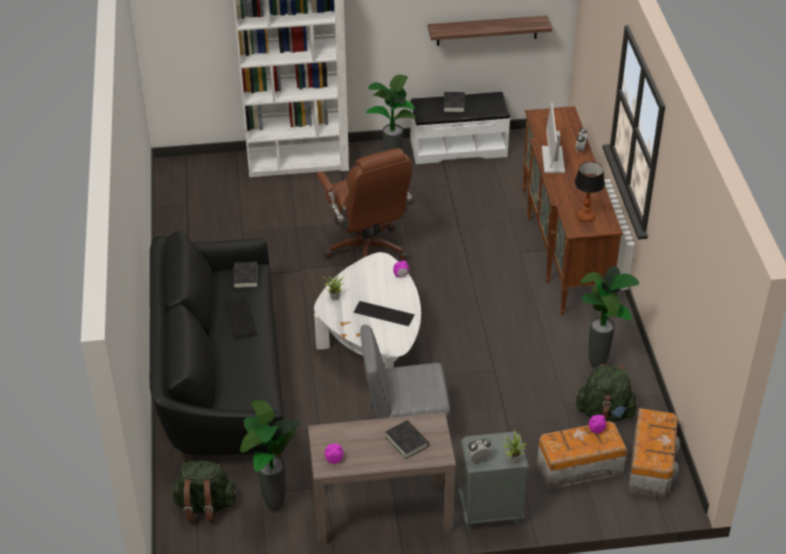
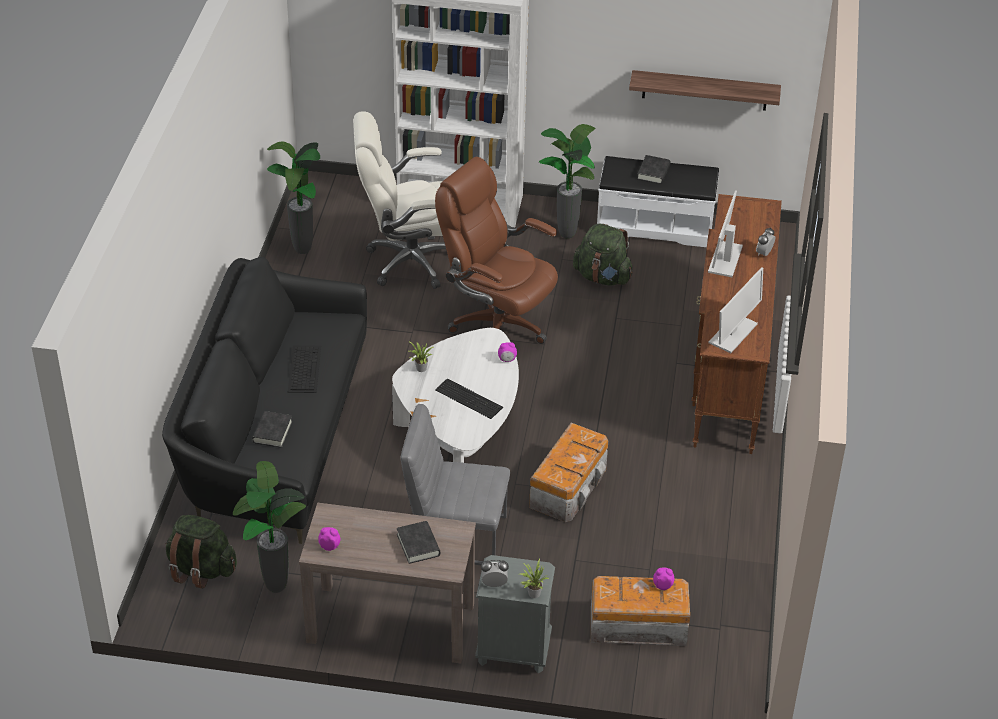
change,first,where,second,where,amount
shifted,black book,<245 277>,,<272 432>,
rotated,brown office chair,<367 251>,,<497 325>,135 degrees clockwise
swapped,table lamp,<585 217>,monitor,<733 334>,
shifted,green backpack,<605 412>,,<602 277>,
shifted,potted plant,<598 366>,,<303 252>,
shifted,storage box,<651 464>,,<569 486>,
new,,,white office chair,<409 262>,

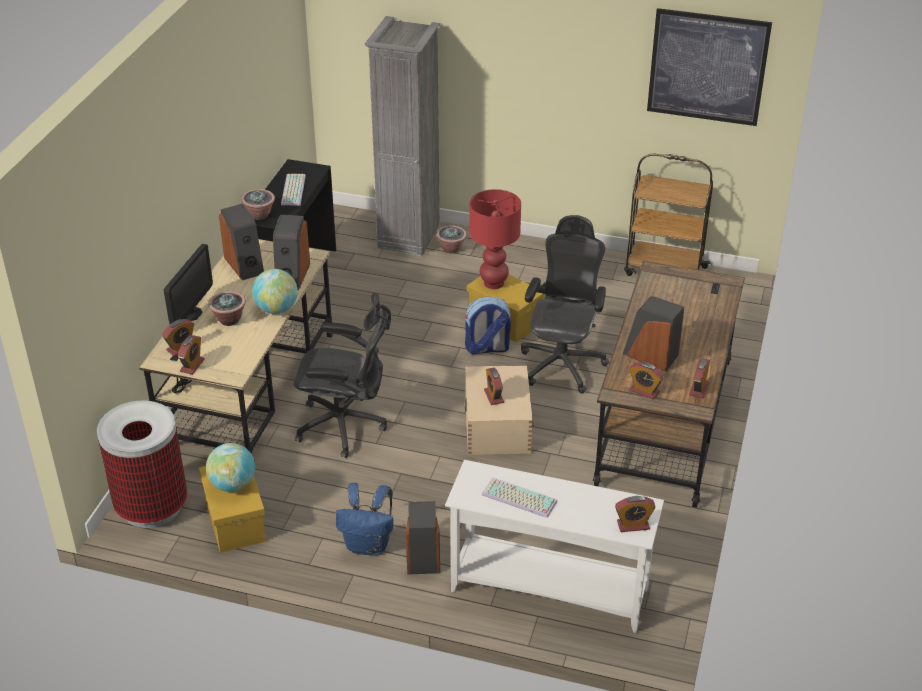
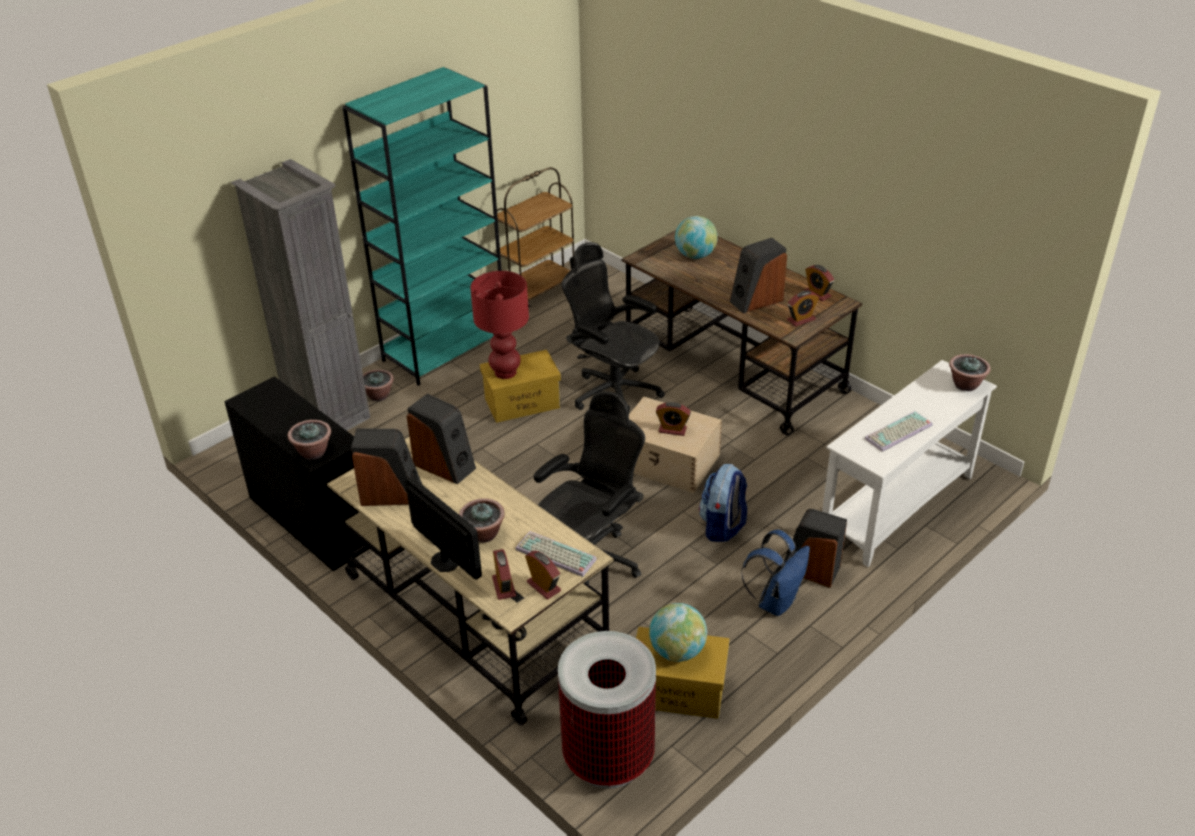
change,first,where,second,where,amount
shifted,globe,<276 309>,,<695 255>,
shifted,keyboard,<292 190>,,<554 555>,
shifted,backpack,<487 348>,,<723 526>,
swapped,alarm clock,<633 525>,potted plant,<965 385>,
gone,picture,<707 67>,,,
new,,,turquoise bookcase,<445 348>,

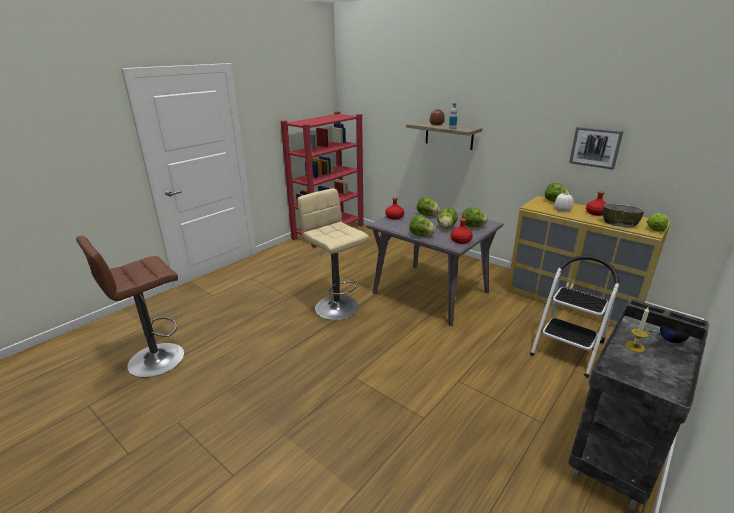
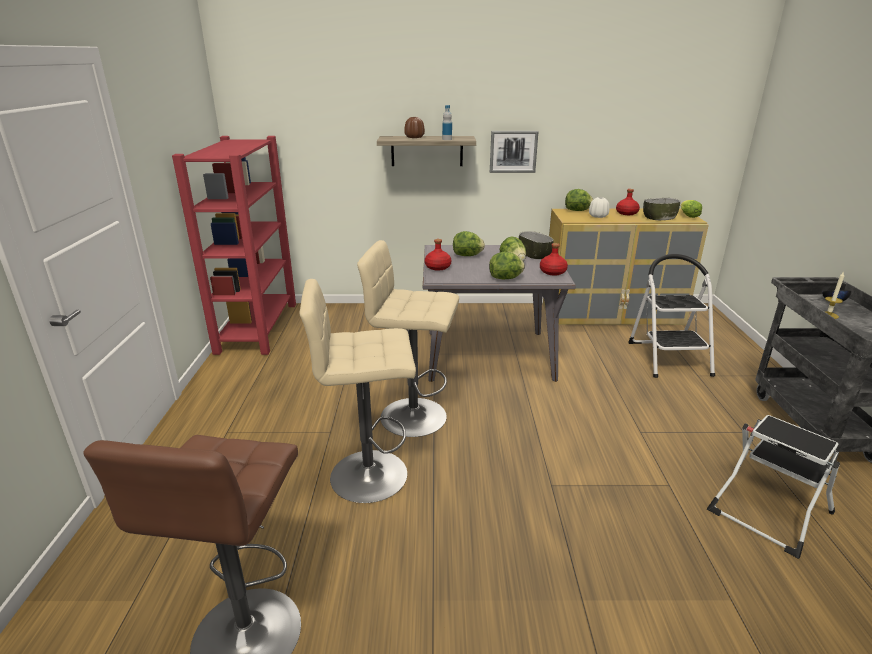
change,first,where,second,where,amount
swapped,lettuce,<473 226>,bowl,<534 255>,
shifted,picture,<595 147>,,<513 151>,
new,,,beige stool,<368 475>,
new,,,step ladder,<768 507>,

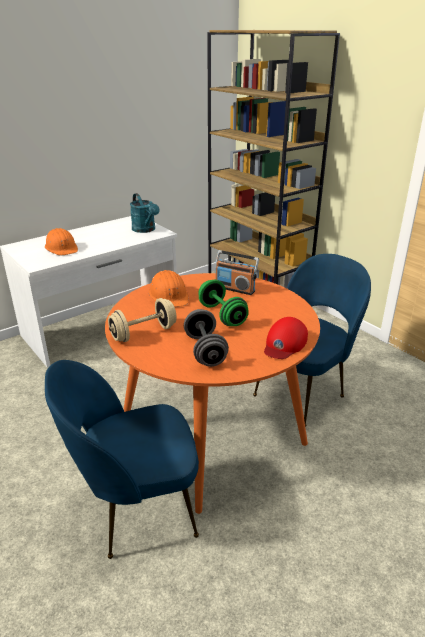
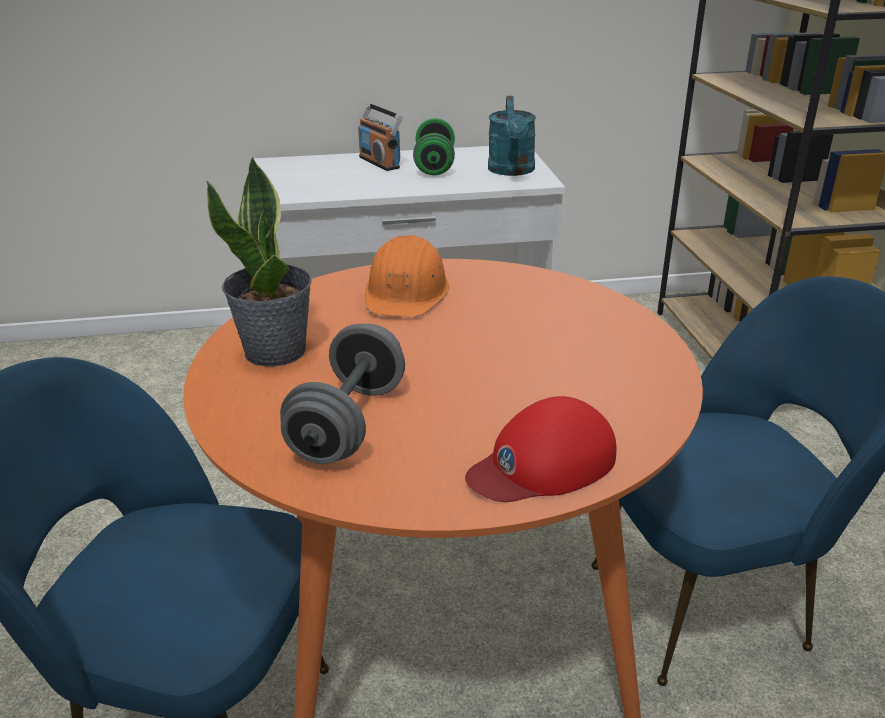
change,first,where,second,where,amount
gone,orange hard hat,<62 248>,,,
swapped,beige dumbbell,<143 333>,potted plant,<276 351>,
shifted,green dumbbell,<222 315>,,<434 166>,
shifted,radio,<235 288>,,<380 162>,

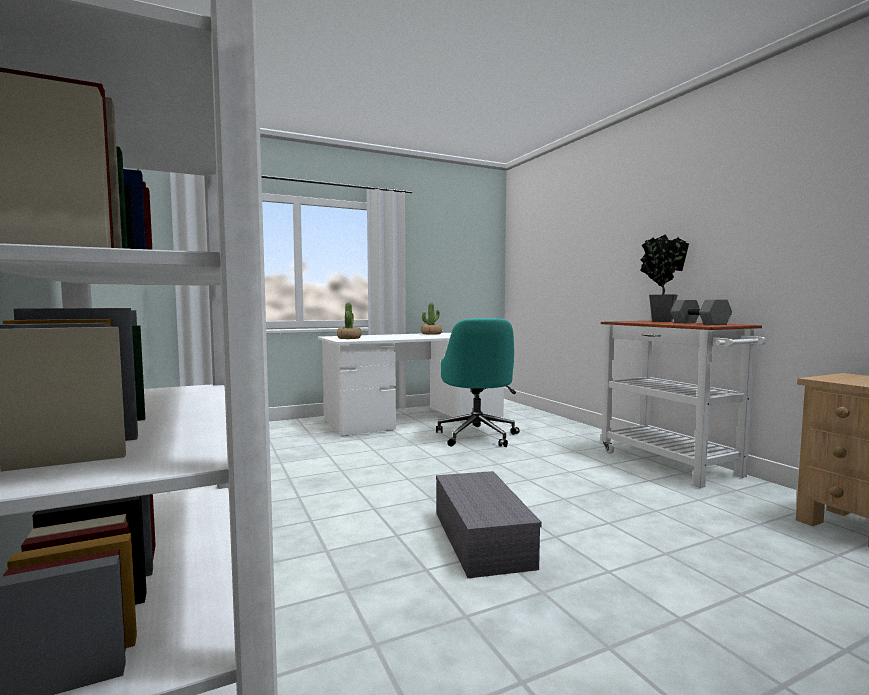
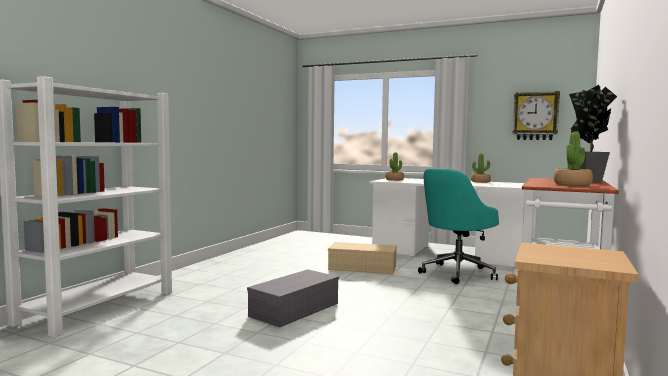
change,first,where,second,where,amount
swapped,grey dumbbell,<700 323>,potted plant,<572 184>,
new,,,beige storage box,<363 268>,
new,,,wall clock,<535 116>,

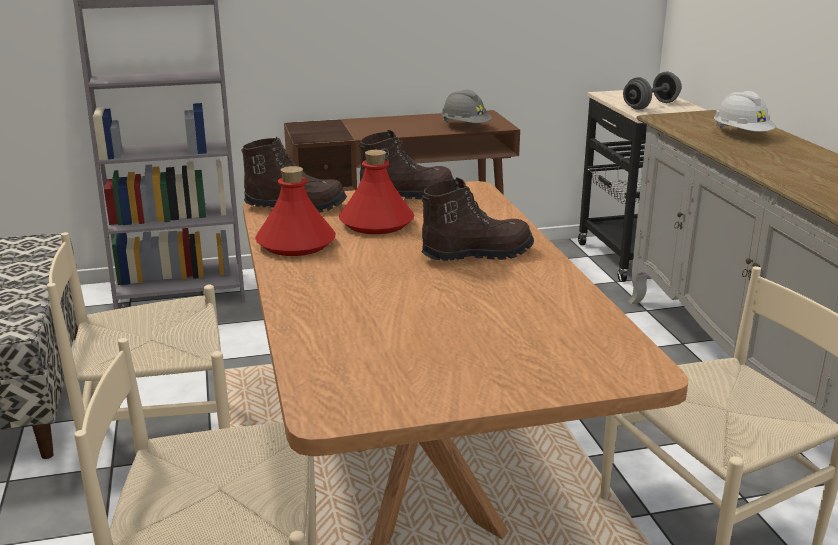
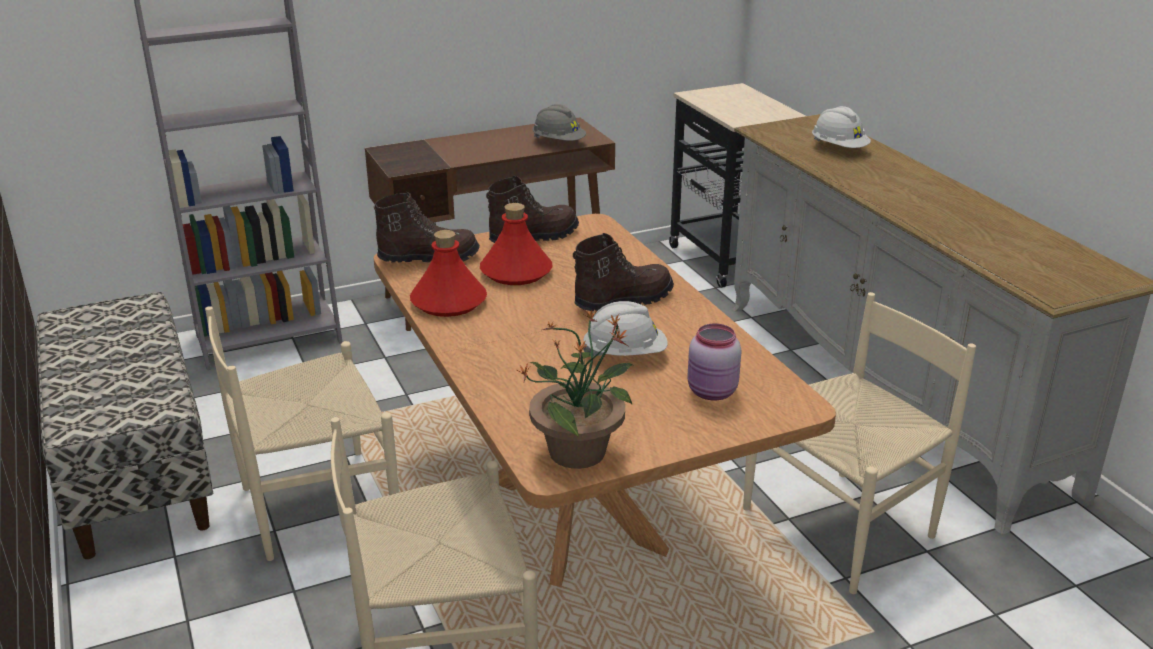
change,first,where,second,where,amount
gone,grey dumbbell,<650 105>,,,
new,,,potted plant,<579 451>,
new,,,white hard hat,<625 354>,
new,,,pink jar,<712 393>,

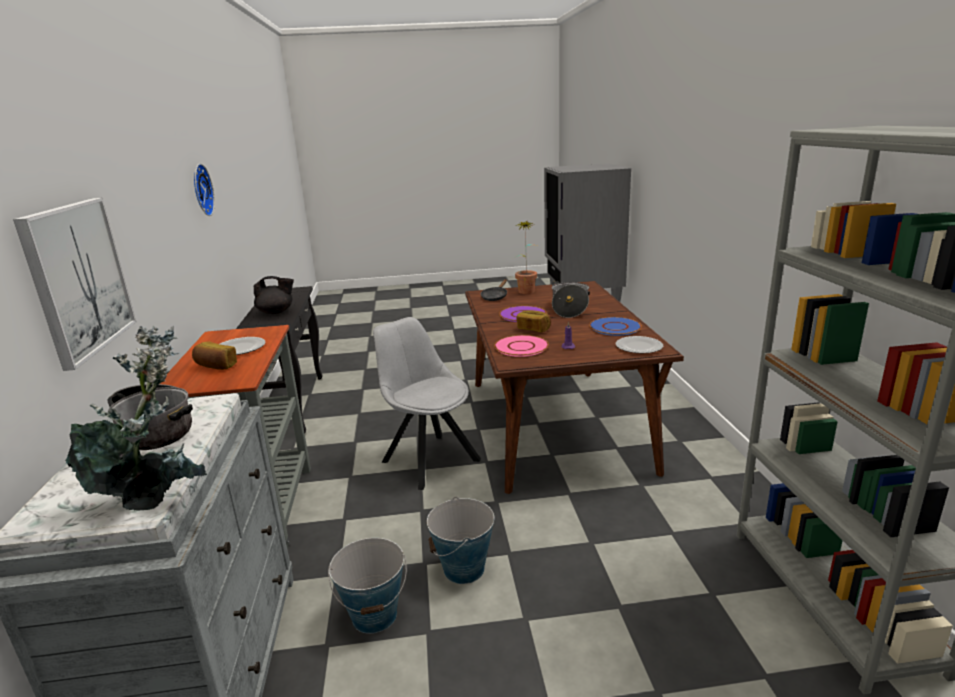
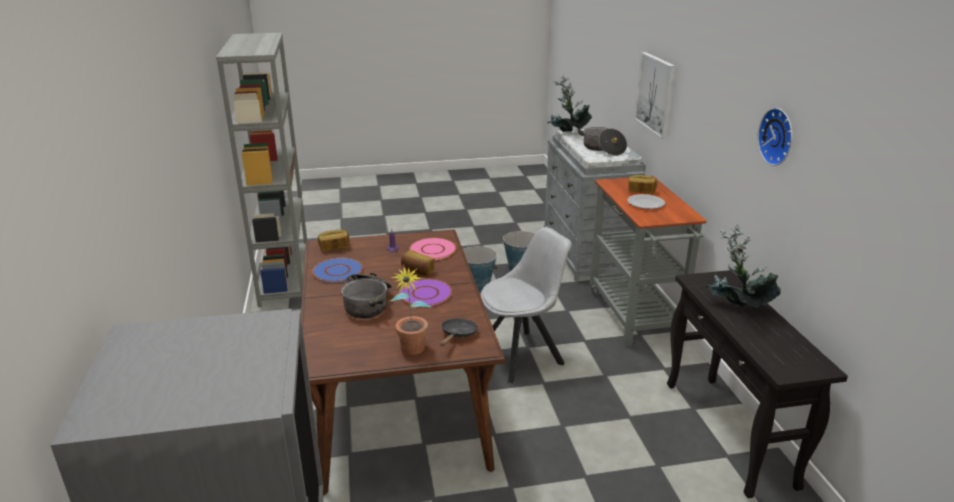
change,first,where,second,where,amount
swapped,black teapot,<276 312>,potted plant,<736 309>,
rotated,grey chair,<429 460>,,<521 355>,75 degrees counterclockwise
swapped,plate,<638 347>,bread,<334 247>,

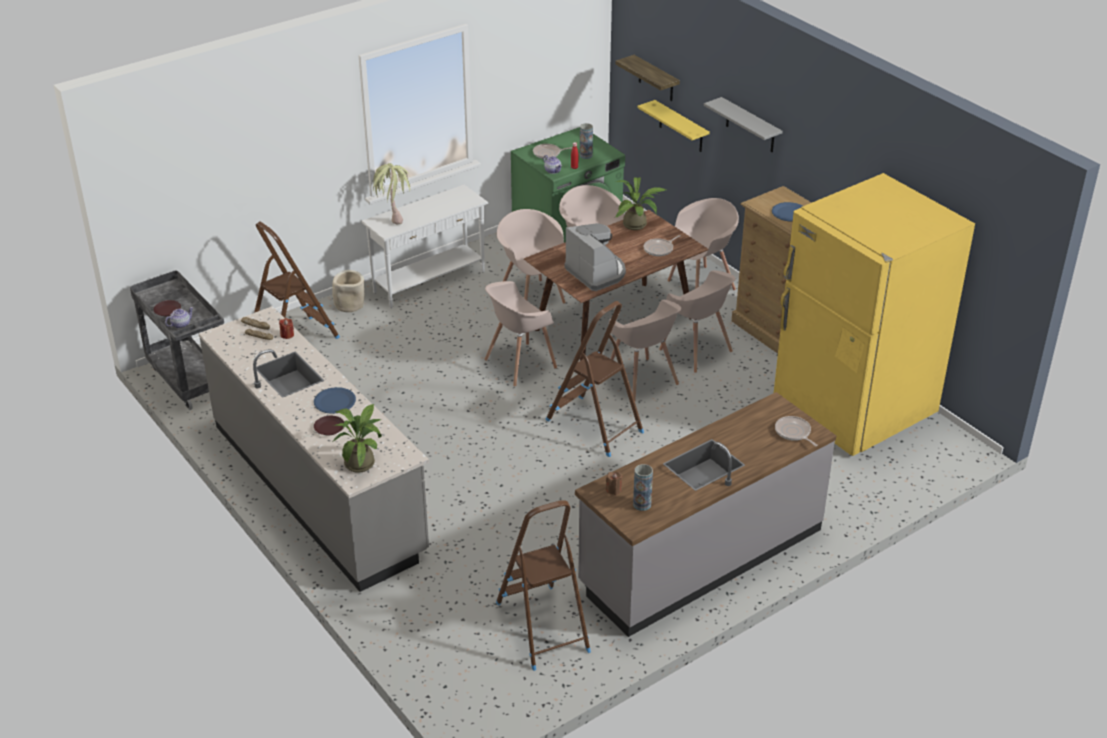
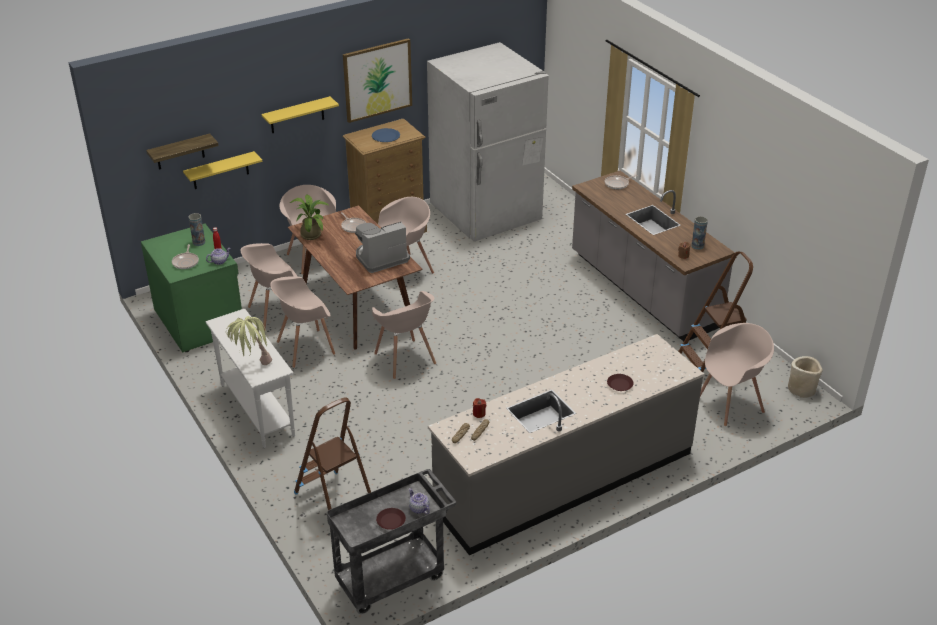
change,first,where,second,where,amount
gone,blue plate,<334 402>,,,
shifted,beige planter,<349 305>,,<802 389>,
gone,potted plant,<362 462>,,,
gone,brown step ladder,<593 425>,,,
shifted,beige chair,<641 380>,,<730 405>,
repainted,grey shelf,<750 126>,yellow shelf,<297 115>,
repainted,yellow fridge,<854 408>,white fridge,<486 212>,
new,,,picture,<377 80>,

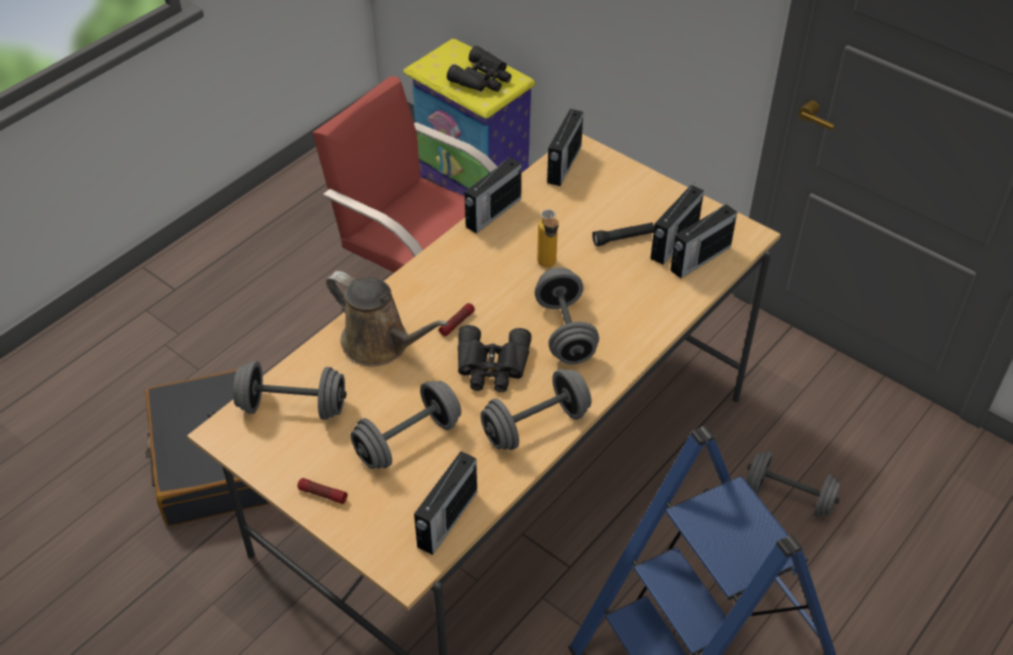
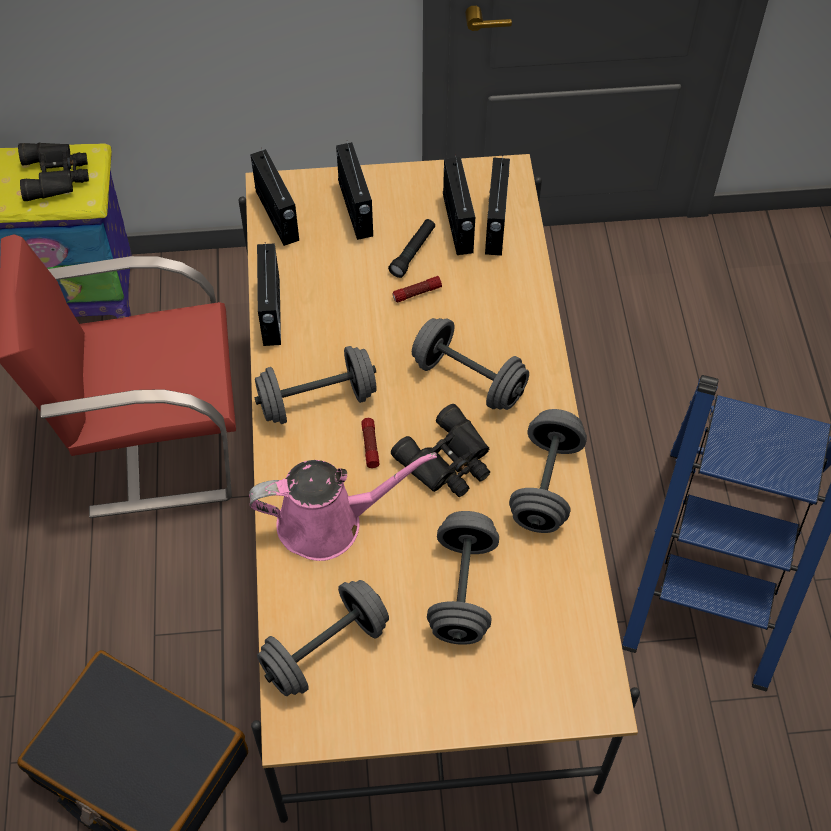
change,first,where,second,where,amount
shifted,flashlight,<322 494>,,<417 293>,
repainted,brown watering can,<380 344>,pink watering can,<328 522>,
shifted,radio,<446 520>,,<355 210>,
gone,bottle,<547 267>,,,
shifted,grey dumbbell,<789 496>,,<317 400>,

